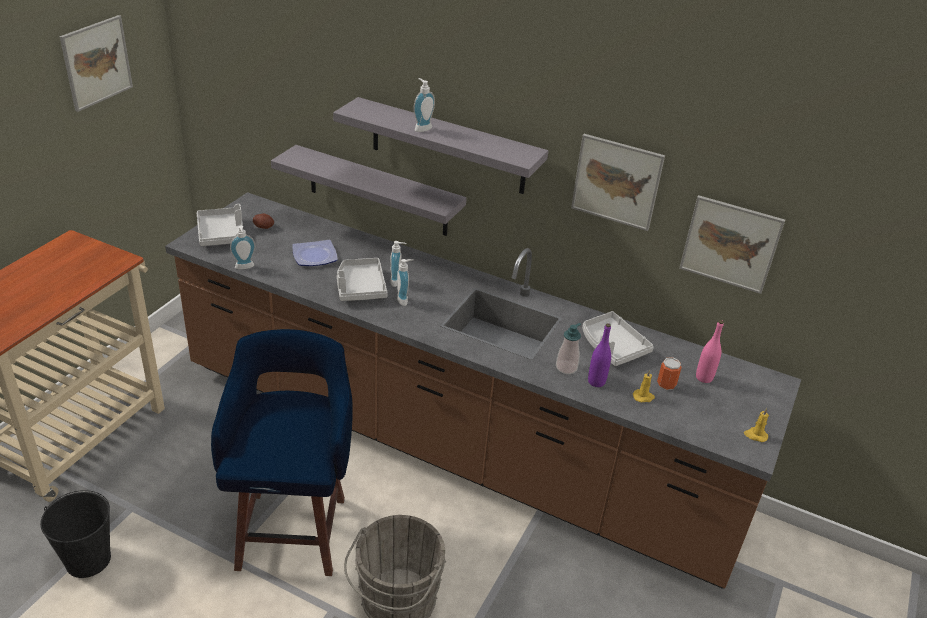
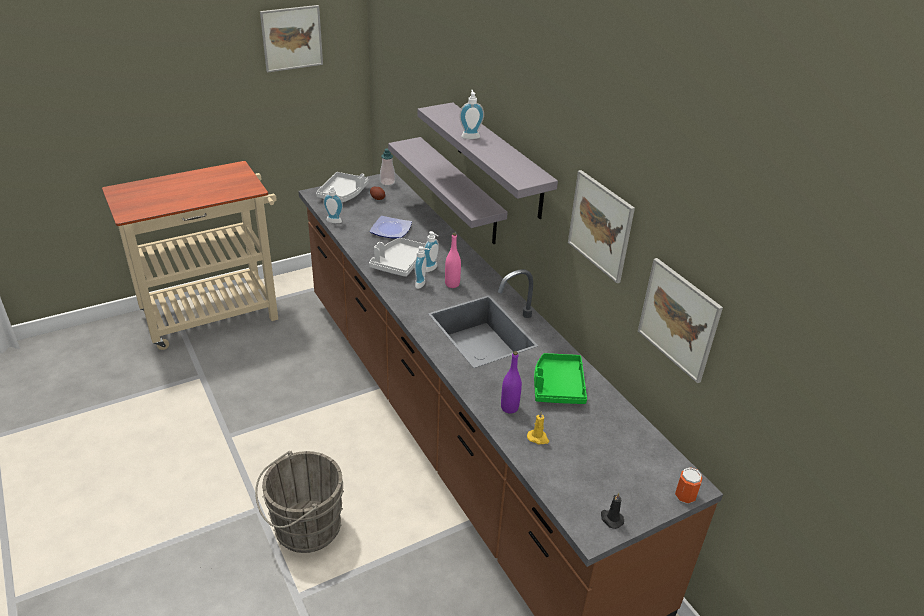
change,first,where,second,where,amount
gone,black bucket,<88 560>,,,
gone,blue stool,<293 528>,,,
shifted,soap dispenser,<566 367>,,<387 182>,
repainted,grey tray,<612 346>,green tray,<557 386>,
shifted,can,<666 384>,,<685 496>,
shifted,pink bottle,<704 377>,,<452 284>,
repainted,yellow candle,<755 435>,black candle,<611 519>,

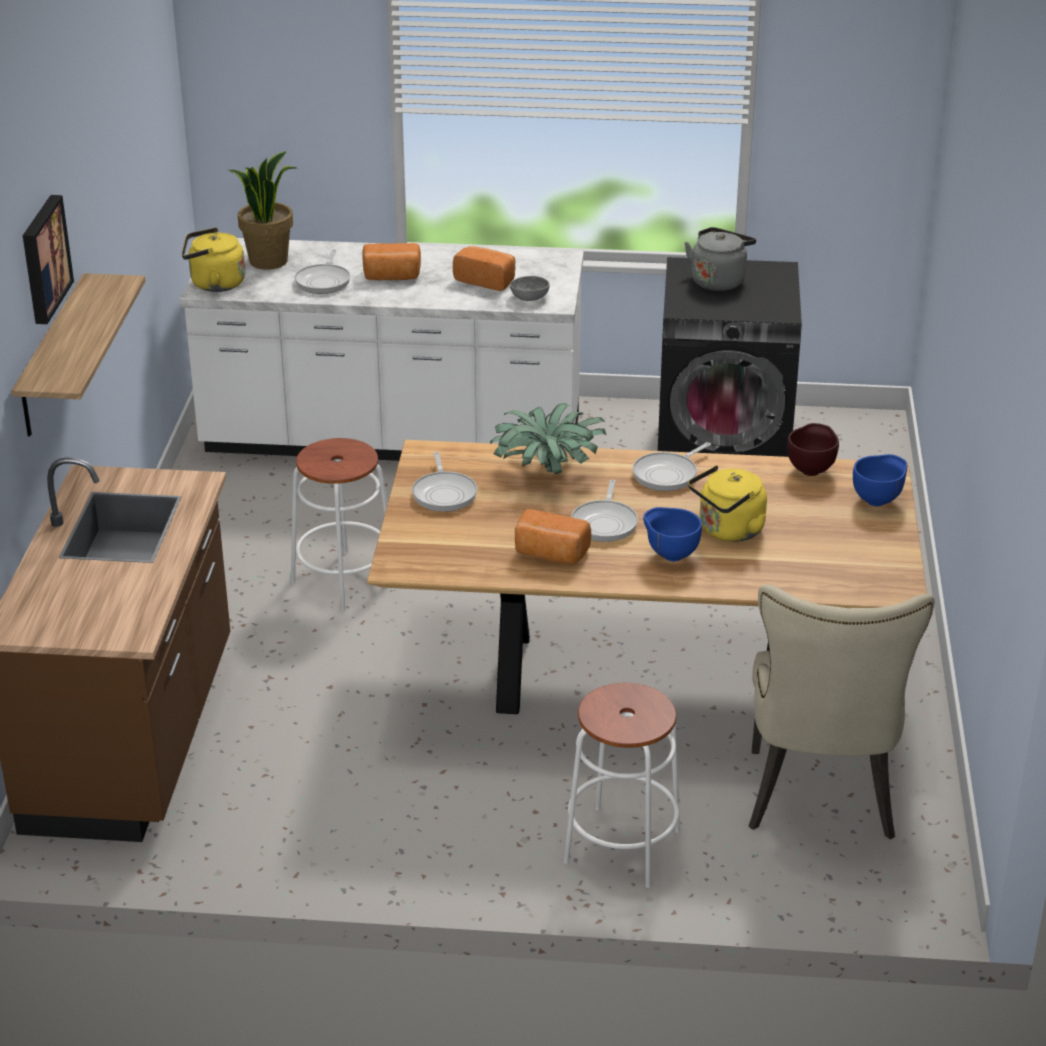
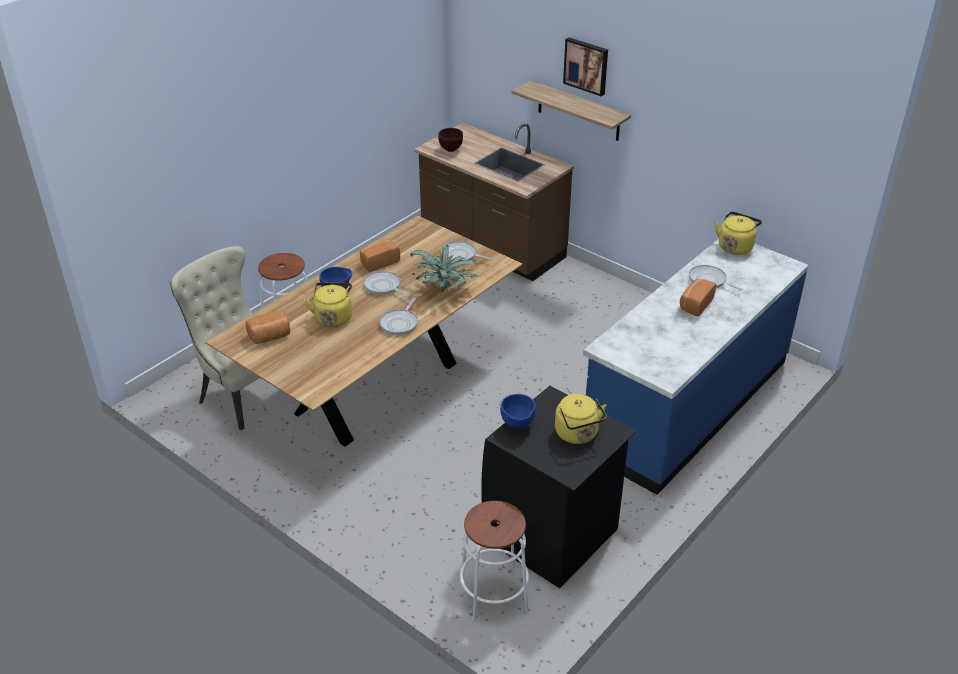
change,first,where,second,where,amount
repainted,white counter,<392 439>,blue counter,<686 404>,
gone,potted plant,<268 261>,,,
shifted,white stool,<344 580>,,<494 594>,
shifted,bread,<486 280>,,<270 336>,
gone,grey bowl,<529 297>,,,
rotated,frying pan,<668 474>,,<400 323>,150 degrees counterclockwise
repainted,grey kettle,<719 281>,yellow kettle,<578 434>,
shifted,brown bowl,<811 470>,,<451 150>,
shifted,blue bowl,<878 500>,,<517 426>,

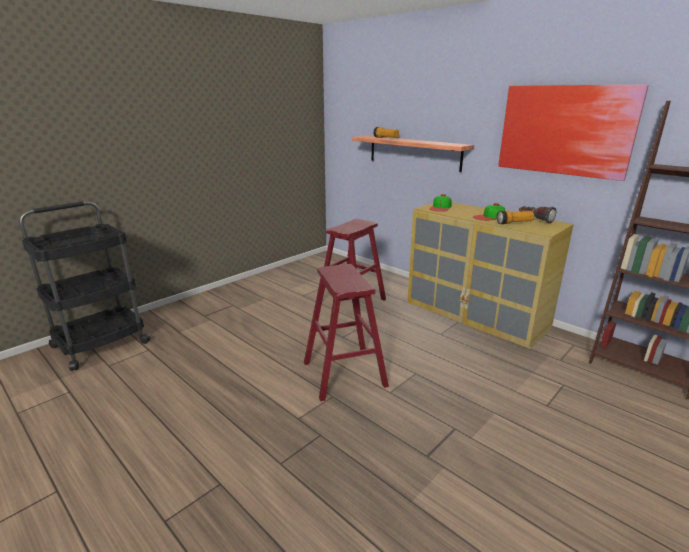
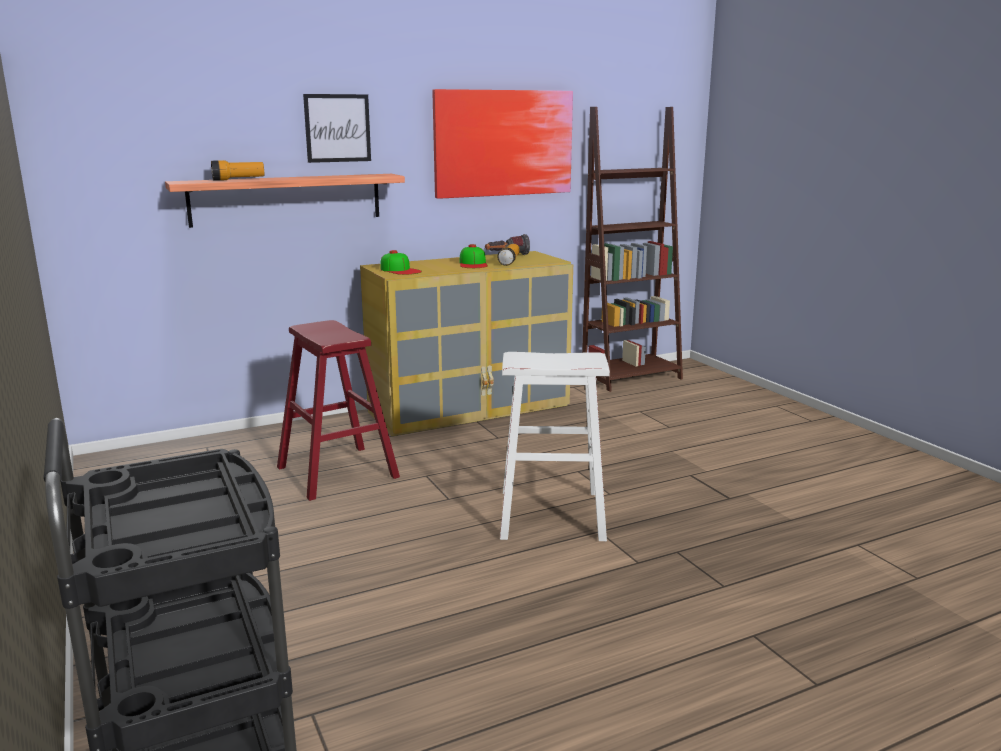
change,first,where,second,where,amount
repainted,red stool,<344 374>,white stool,<551 514>,
new,,,picture,<337 128>,

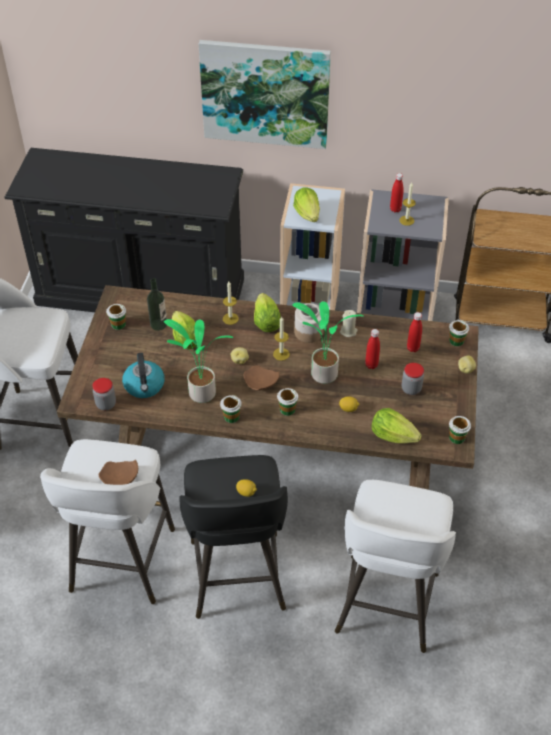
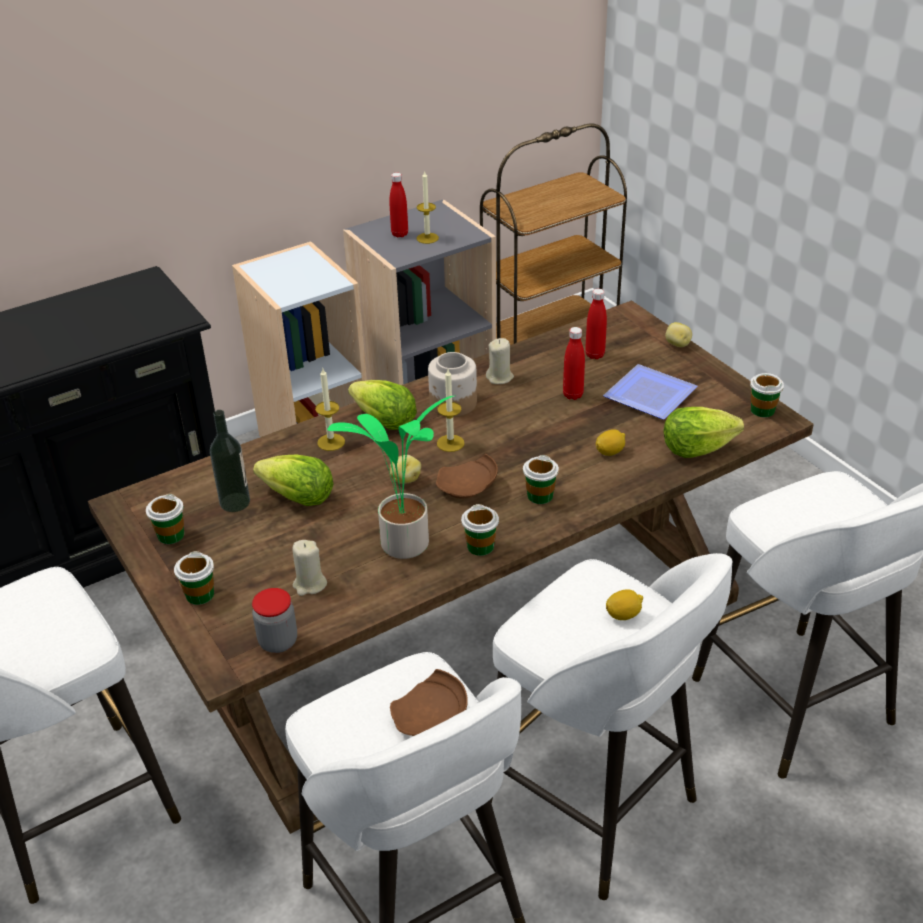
change,first,where,second,where,amount
swapped,kettle,<144 386>,beige candle,<309 584>,
repainted,black stool,<237 578>,white stool,<594 808>,
gone,picture,<265 93>,,,
gone,potted plant,<322 375>,,,
gone,lettuce,<307 214>,,,
swapped,jar,<411 389>,plate,<649 393>,
shifted,cup,<456 341>,,<200 595>,

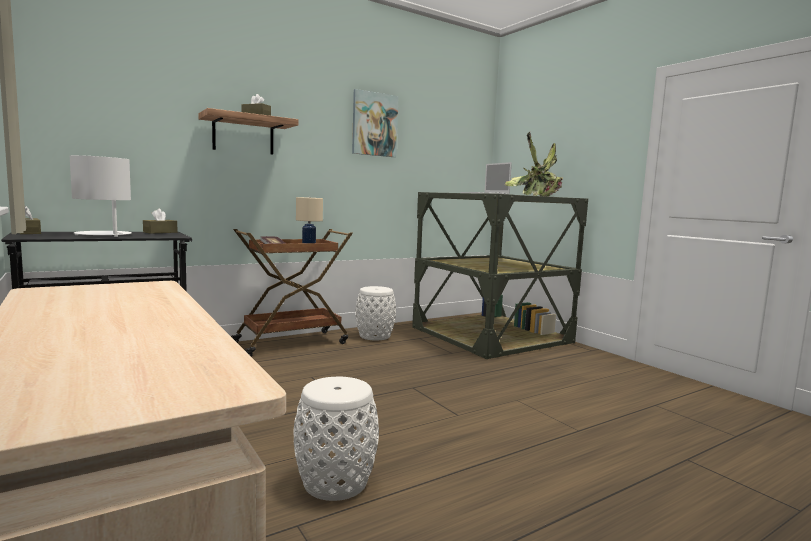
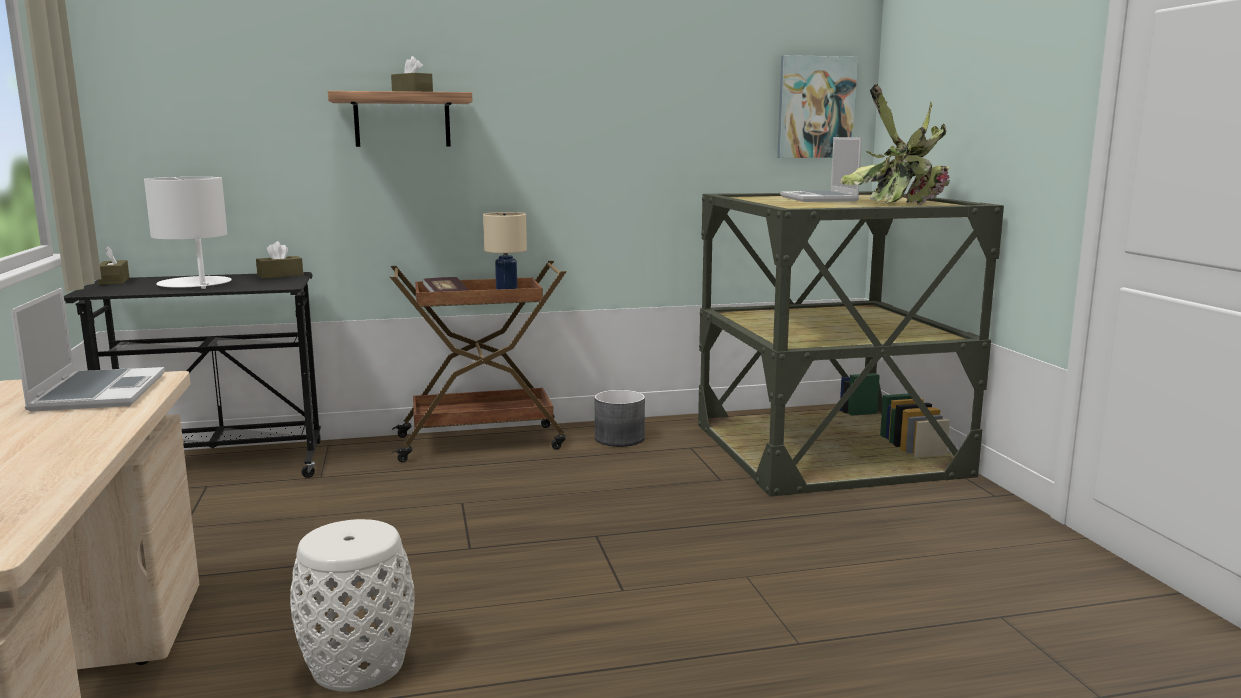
change,first,where,second,where,amount
shifted,picture,<374 124>,,<815 107>,
swapped,white stool,<375 336>,grey planter,<620 438>,
new,,,laptop,<97 392>,

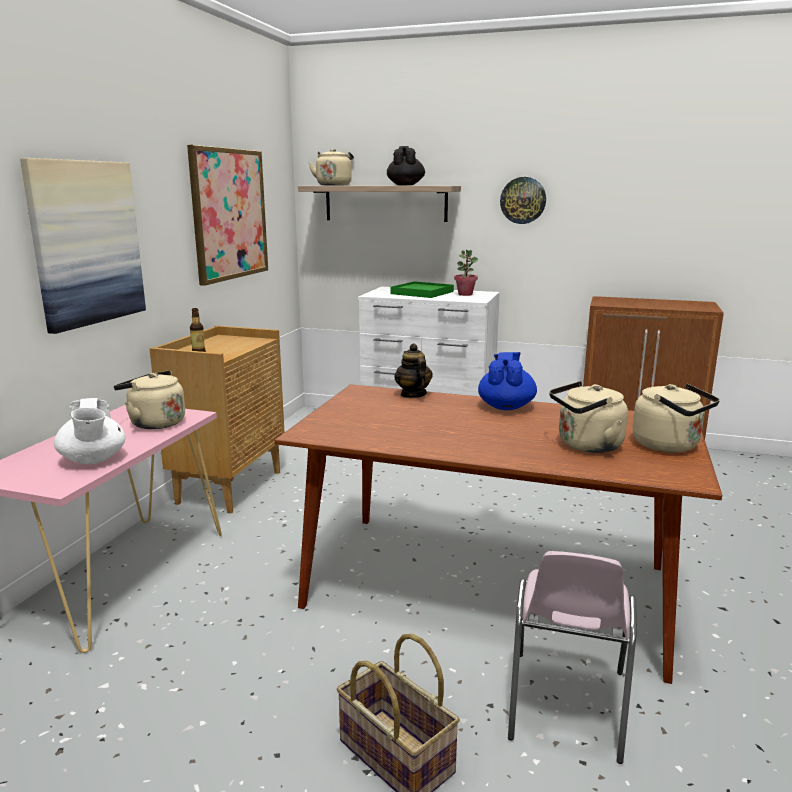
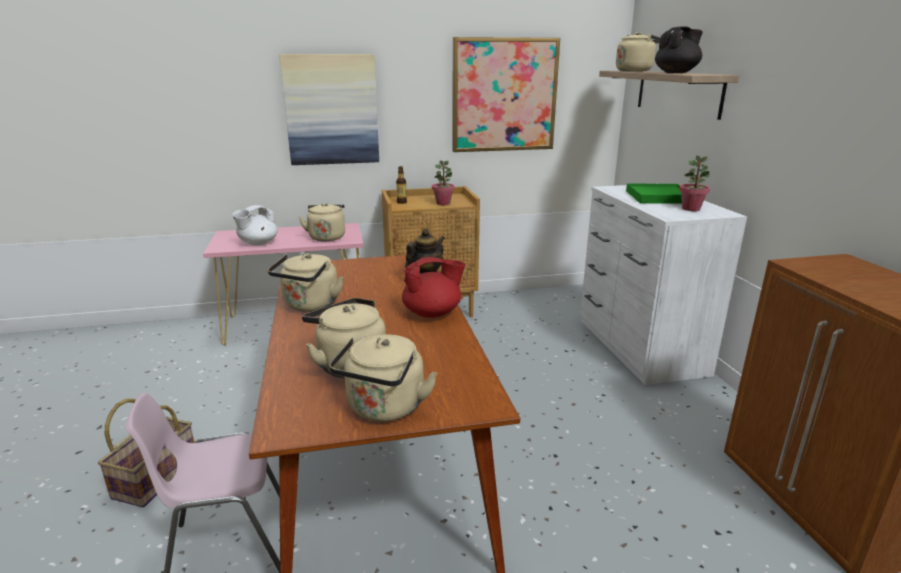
change,first,where,second,where,amount
repainted,blue teapot,<506 406>,red teapot,<433 313>,
gone,wall clock,<523 200>,,,
new,,,beige kettle,<309 305>,
new,,,potted plant,<443 203>,

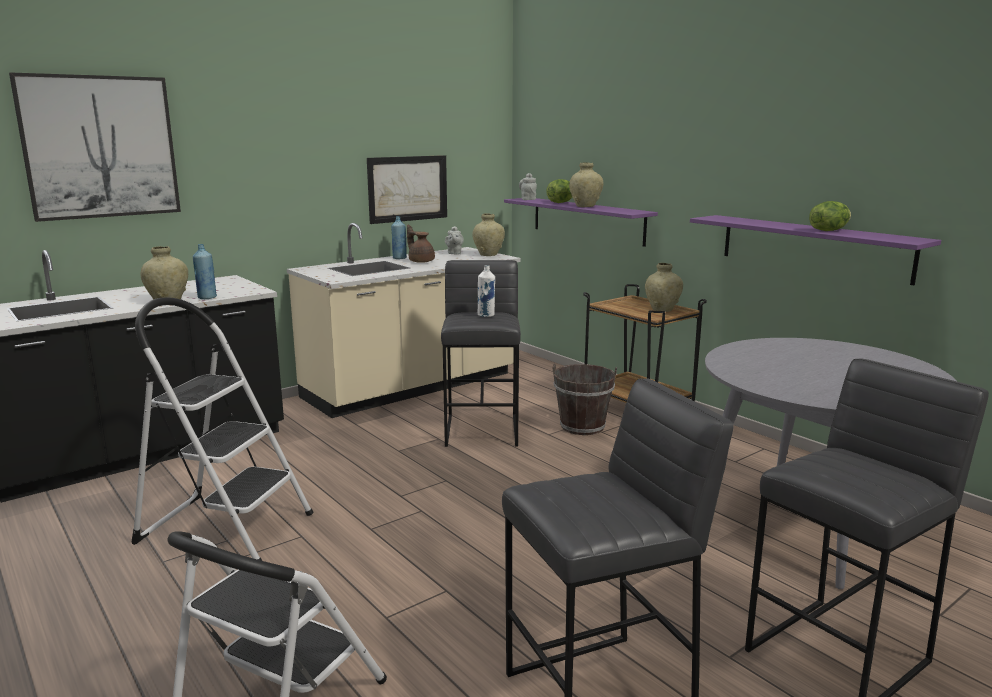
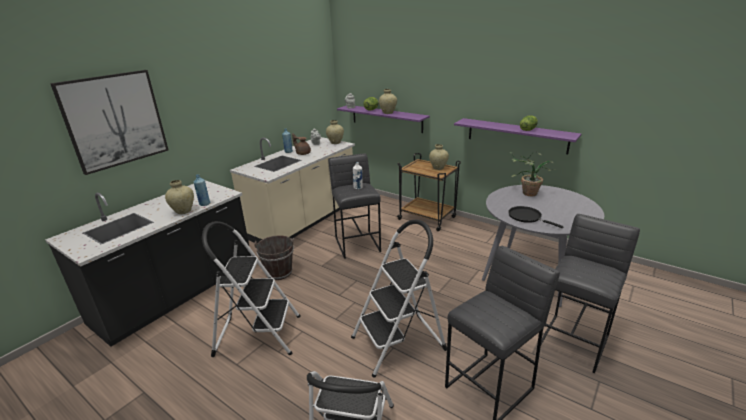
change,first,where,second,where,amount
gone,picture,<407 188>,,,
shifted,brown bucket,<582 426>,,<279 272>,
new,,,step ladder,<401 343>,
new,,,black frying pan,<527 217>,
new,,,potted plant,<525 193>,

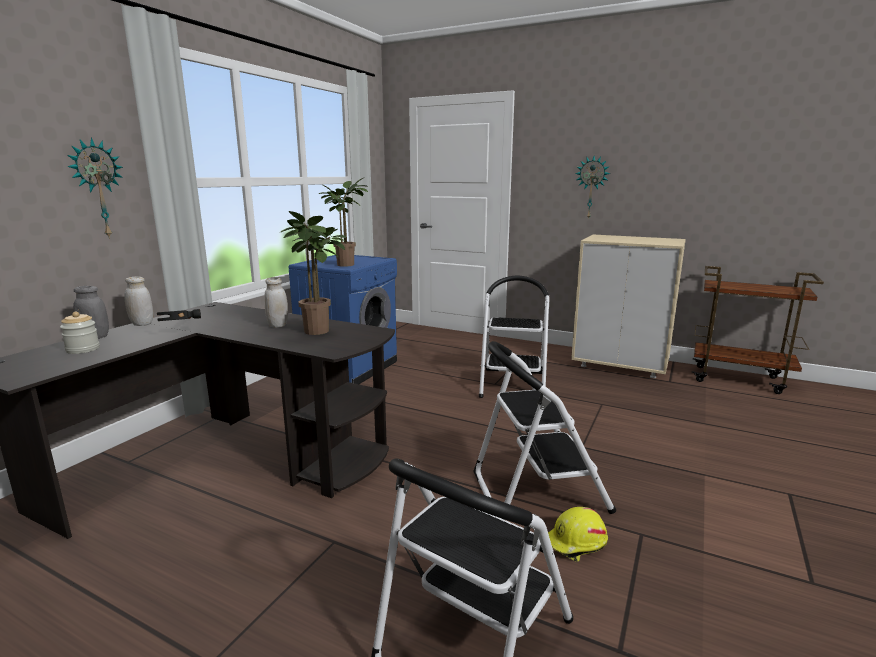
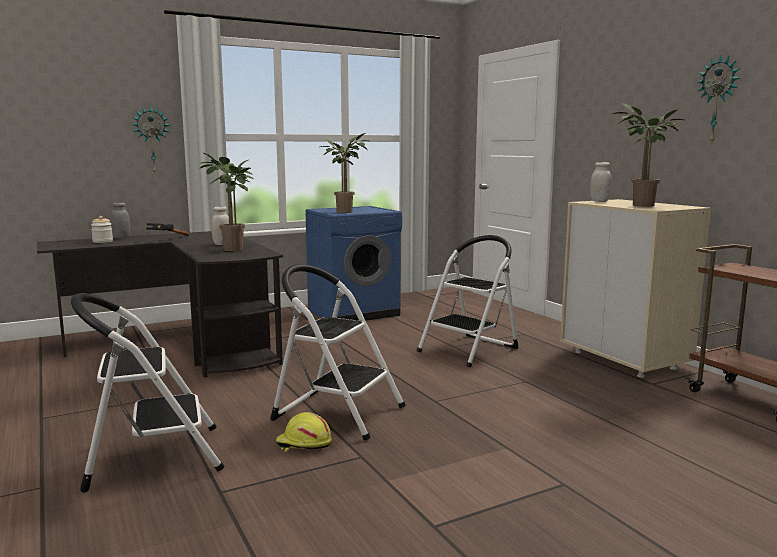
change,first,where,second,where,amount
shifted,white jar,<142 324>,,<599 201>,
shifted,wall clock,<591 187>,,<718 100>,
new,,,potted plant,<640 205>,

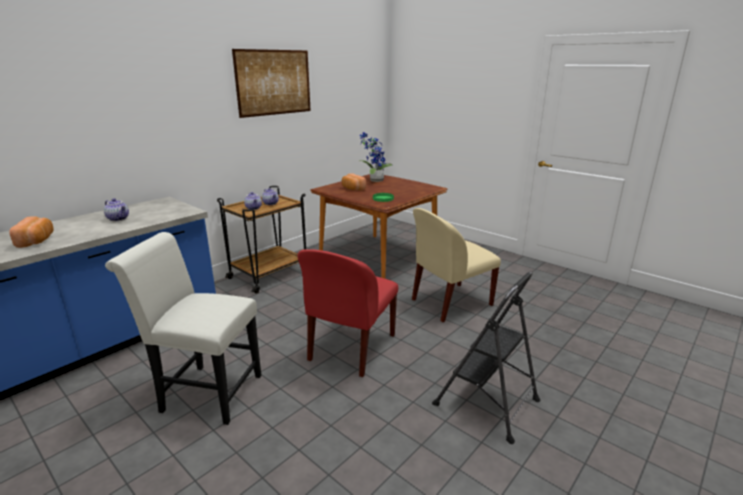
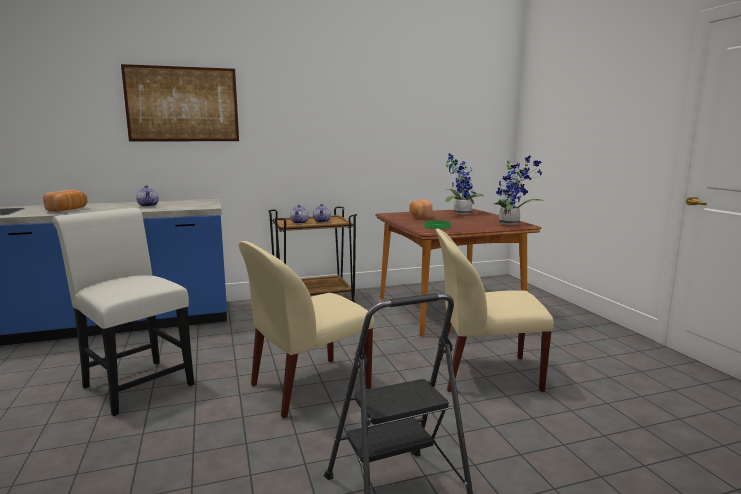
change,first,where,second,where,amount
shifted,picture,<274 82>,,<182 104>,
repainted,red chair,<351 348>,beige chair,<307 387>,
new,,,potted plant,<511 223>,

